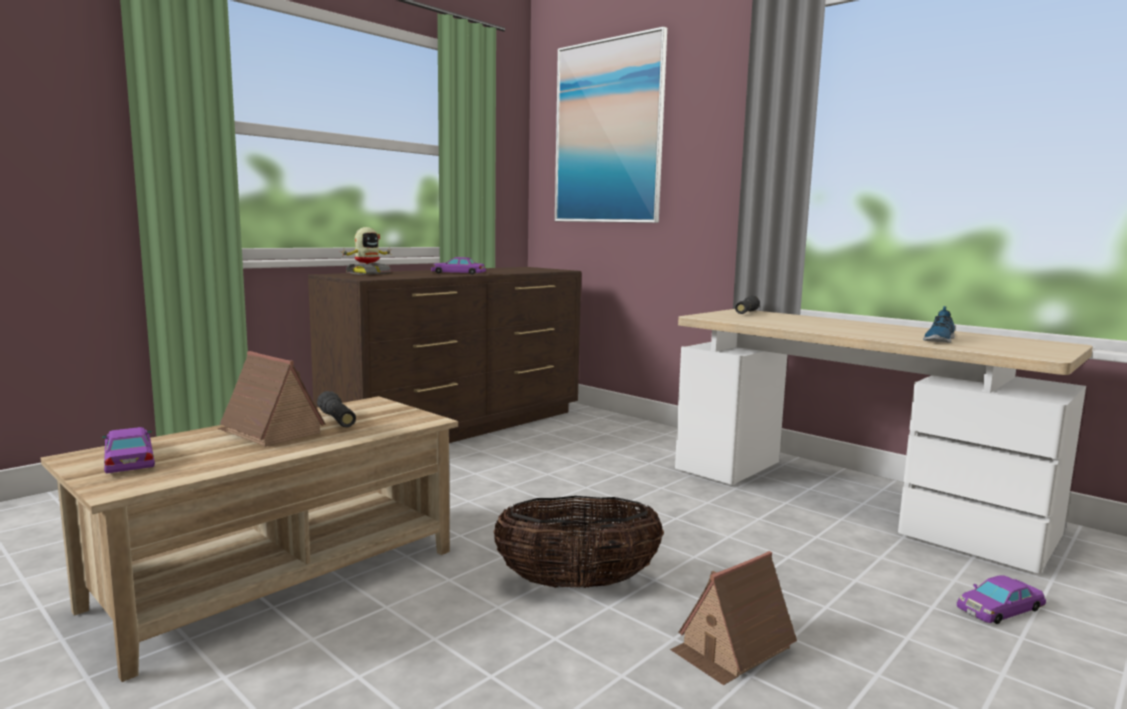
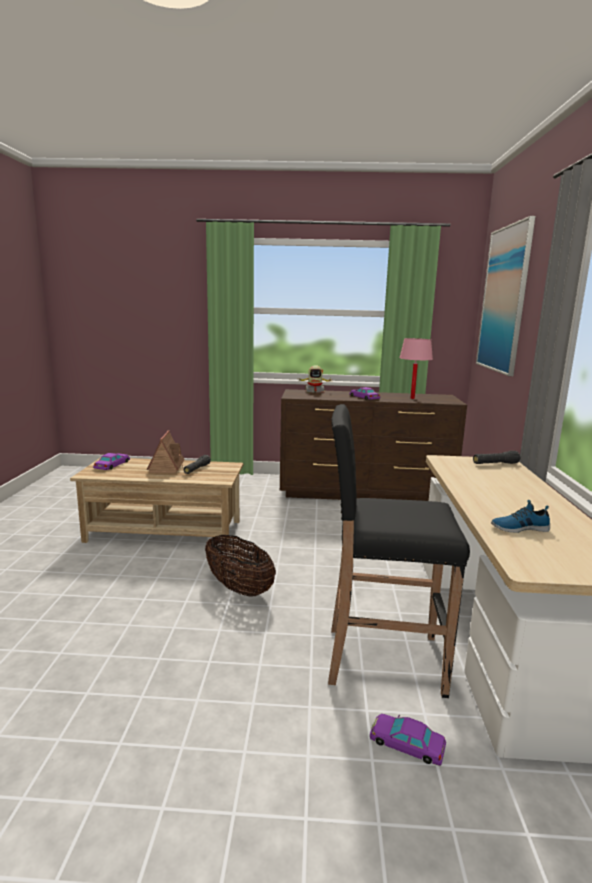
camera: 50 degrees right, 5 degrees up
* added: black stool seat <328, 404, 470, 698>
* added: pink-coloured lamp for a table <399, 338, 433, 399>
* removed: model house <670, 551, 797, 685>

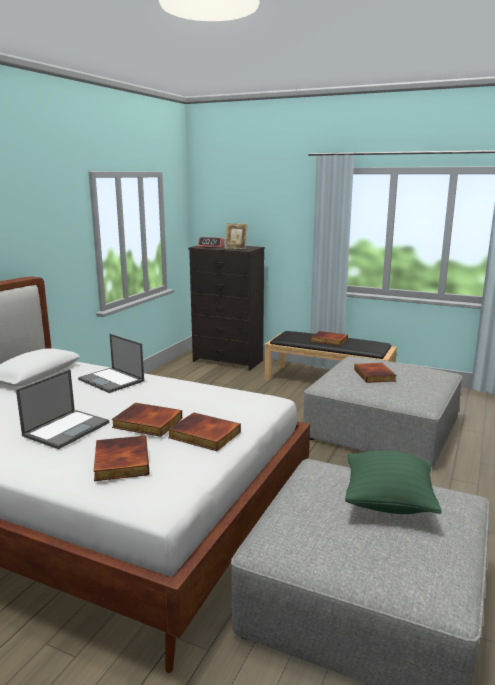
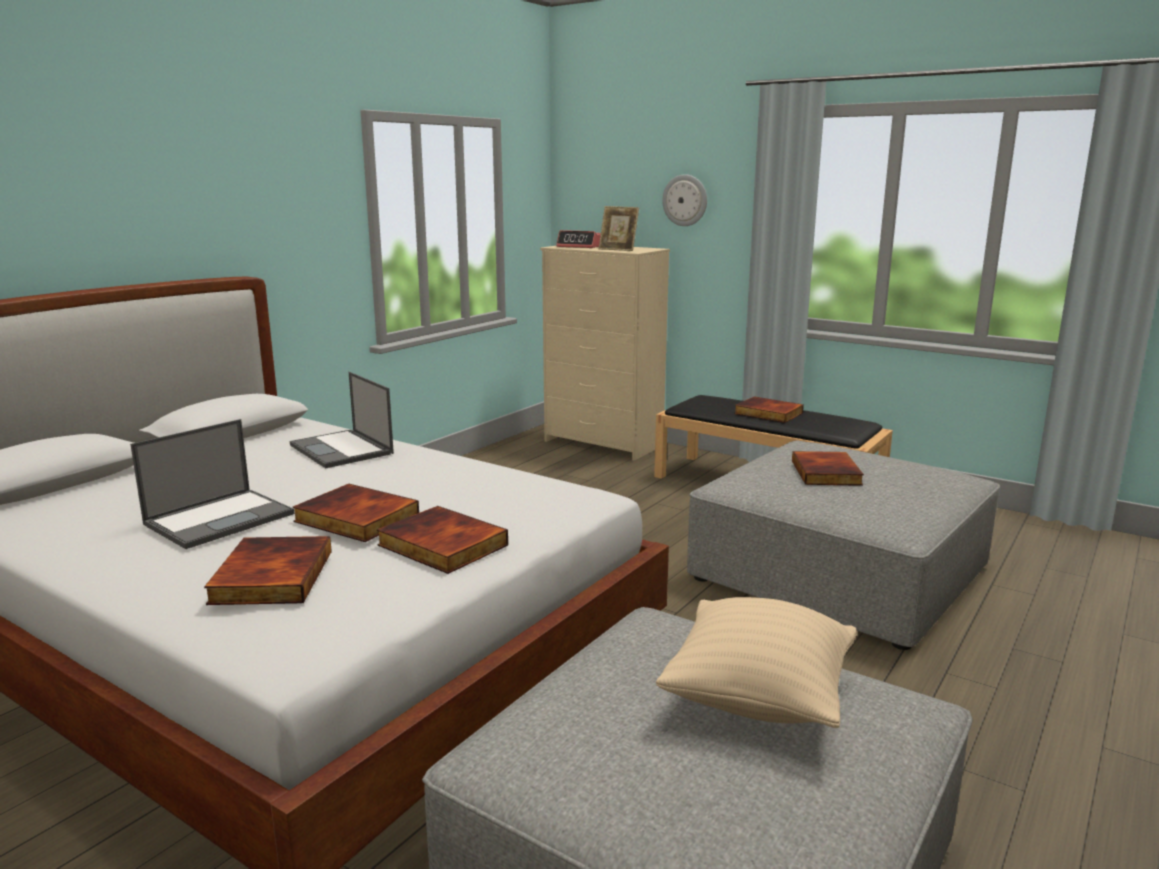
camera: 10 degrees right, 0 degrees up
* recoloured: black drawer chest <188, 245, 265, 371> to sand-coloured drawer chest <540, 246, 670, 461>
* recoloured: greenish pillow <345, 451, 442, 514> to sand-coloured pillow <656, 597, 857, 728>
* added: wall clock <662, 174, 707, 226>

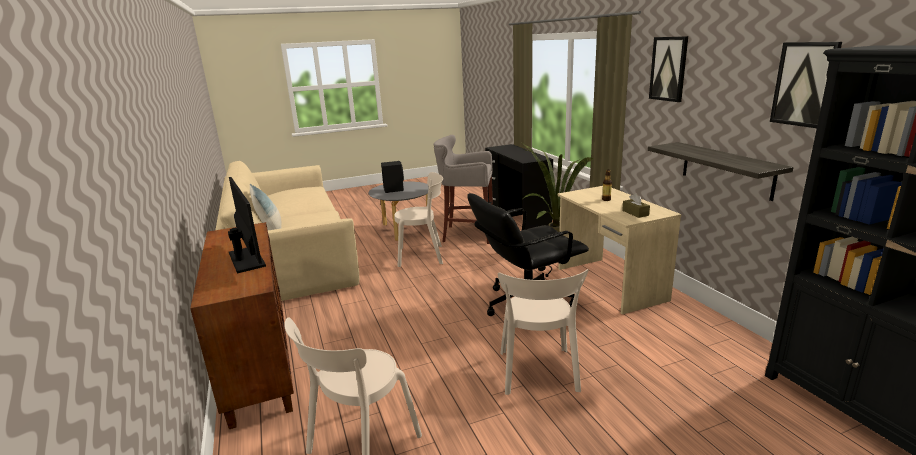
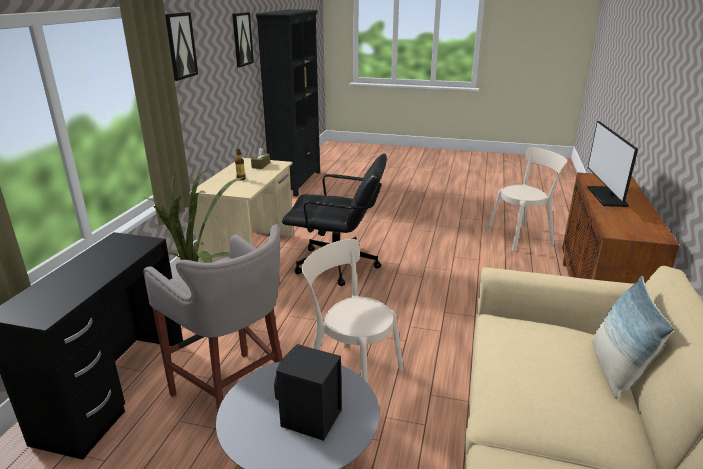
camera: 145 degrees left, 5 degrees up
* removed: sand-coloured chair <498, 269, 589, 395>
* removed: wall shelf <648, 142, 794, 201>

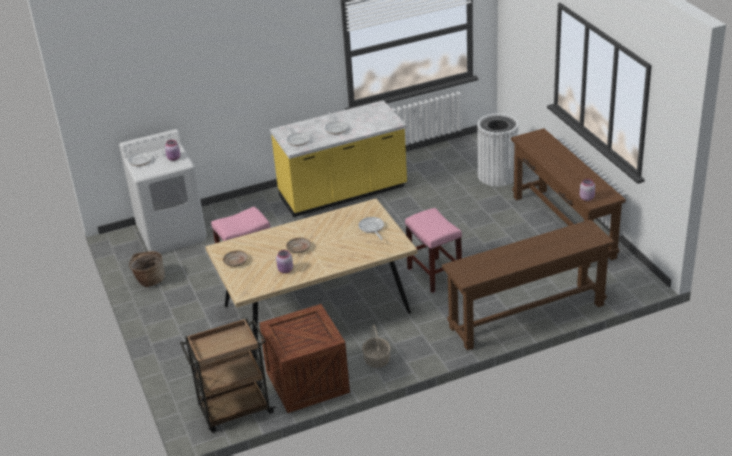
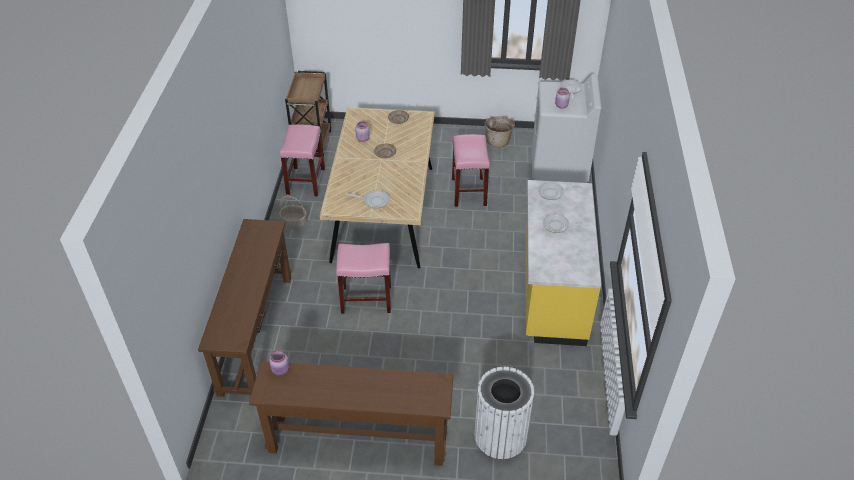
camera: 115 degrees right, 10 degrees up
* replaced: shipping crate <259, 304, 350, 413> to pink-coloured stool seat <280, 124, 325, 197>

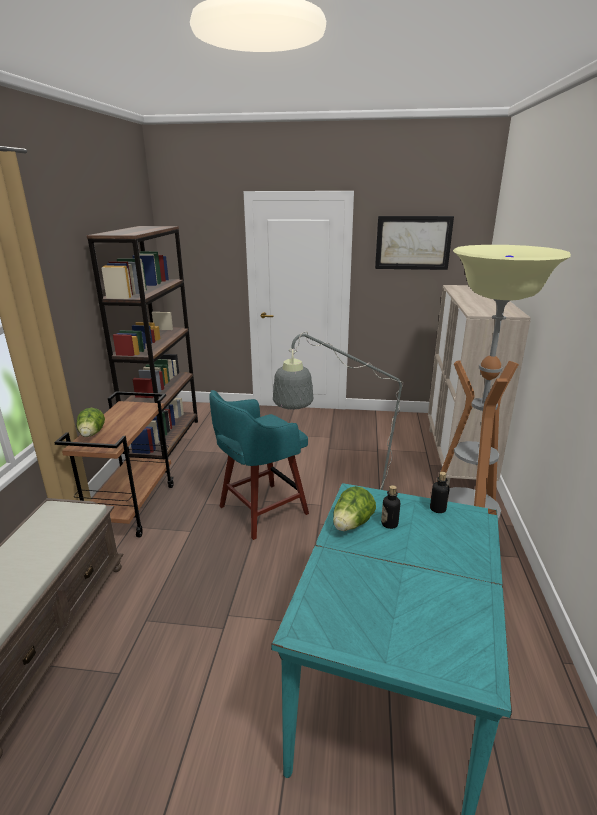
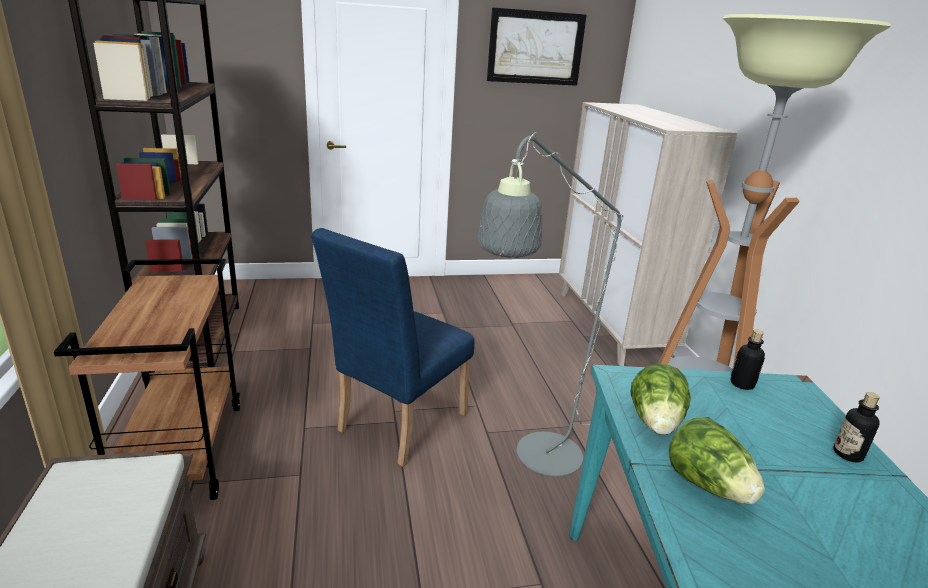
camera: 20 degrees left, 0 degrees up
* replaced: blue-green stool seat <209, 390, 309, 540> to bluish chair <311, 228, 475, 467>
* moved: head of lettuce <76, 408, 105, 437> to <669, 417, 765, 504>
* moved: beverage bottle <381, 485, 400, 529> to <833, 392, 880, 462>

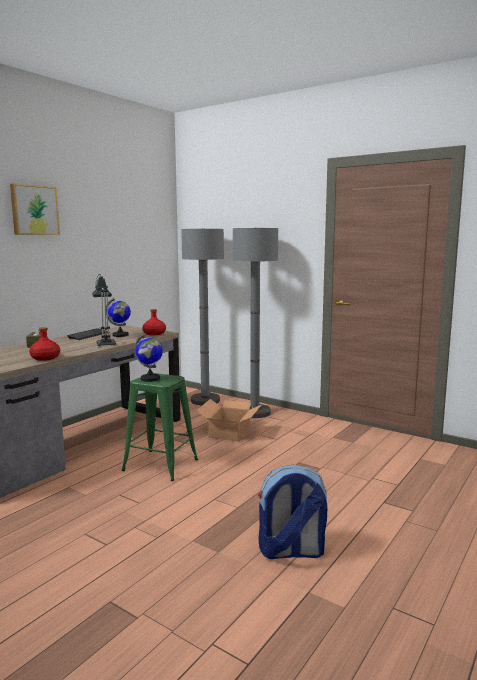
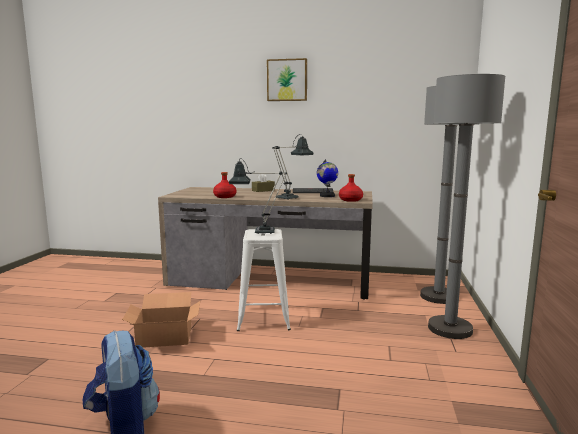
camera: 65 degrees right, 0 degrees up
* moved: carton <196, 399, 261, 441> to <122, 292, 200, 348>
* replaced: desk globe <135, 334, 163, 382> to lamp for a table <229, 158, 287, 234>
* recoloured: greenish stool seat <122, 373, 198, 481> to whitish stool seat <236, 229, 291, 331>

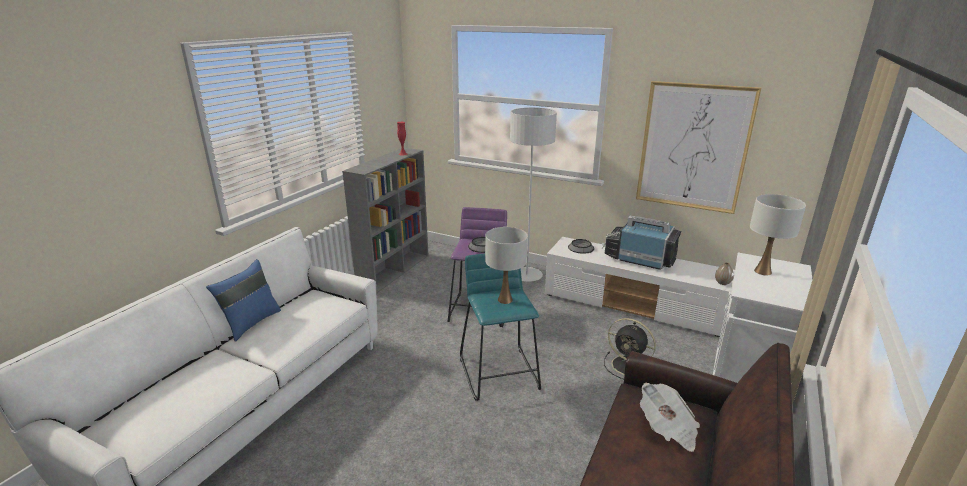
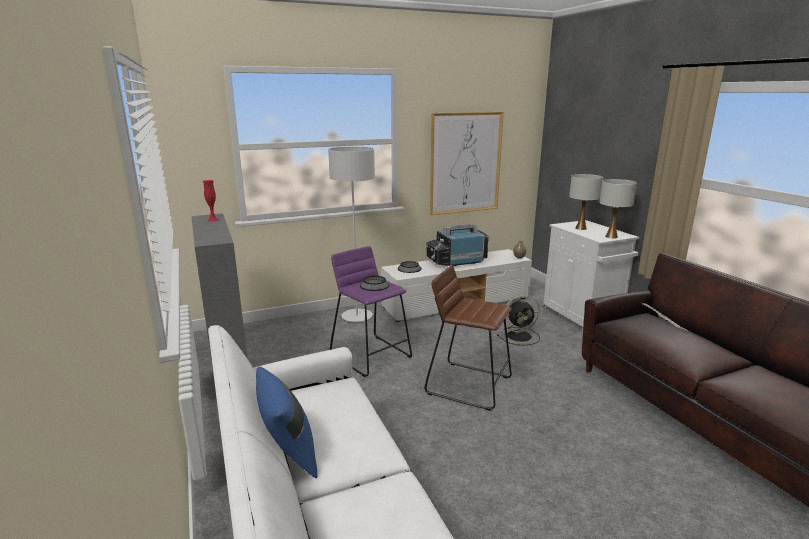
camera: 50 degrees left, 5 degrees down
* recoloured: blue-green stool seat <460, 254, 541, 401> to brown-coloured stool seat <425, 265, 512, 411>
* moved: whitish lamp for a table <485, 227, 528, 304> to <600, 179, 637, 239>

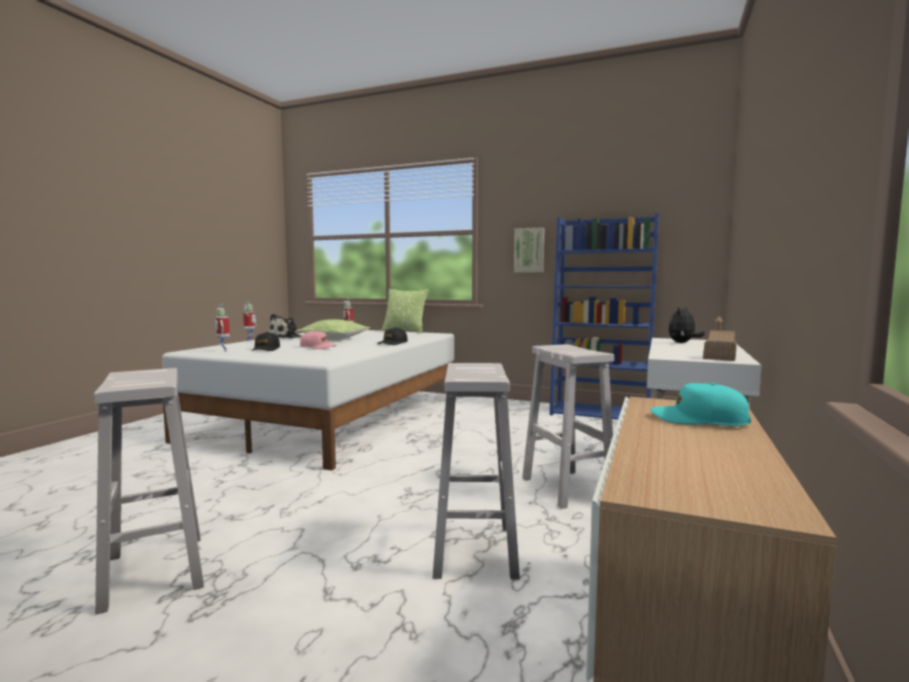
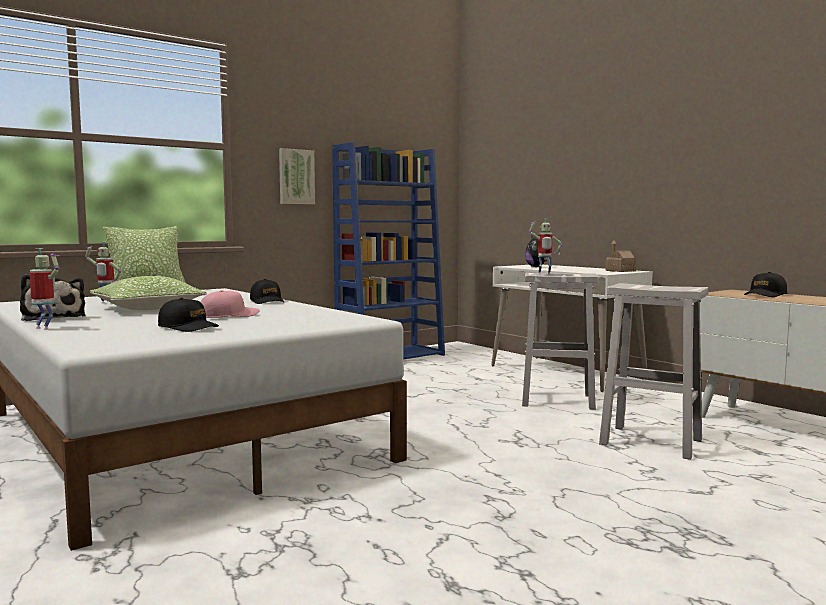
camera: 60 degrees left, 0 degrees up
* moved: toy robot <215, 304, 230, 352> to <529, 219, 562, 275>
* recoloured: blue-green baseball cap <651, 383, 751, 426> to black baseball cap <744, 272, 787, 297>
* removed: whitish stool seat <94, 368, 204, 614>

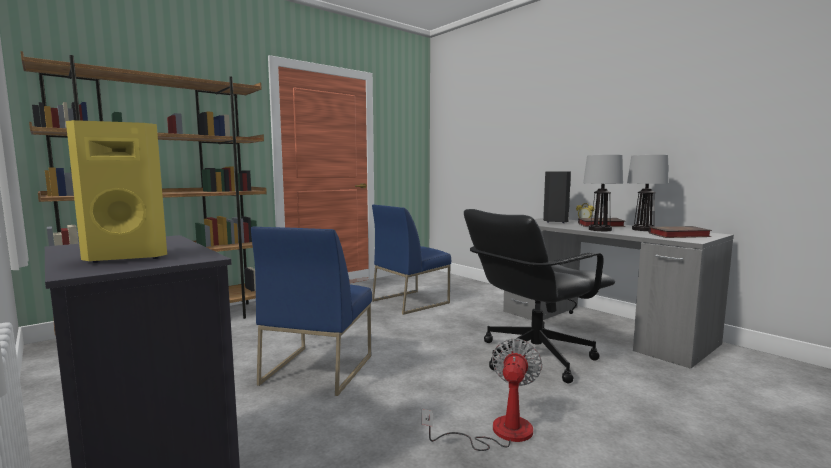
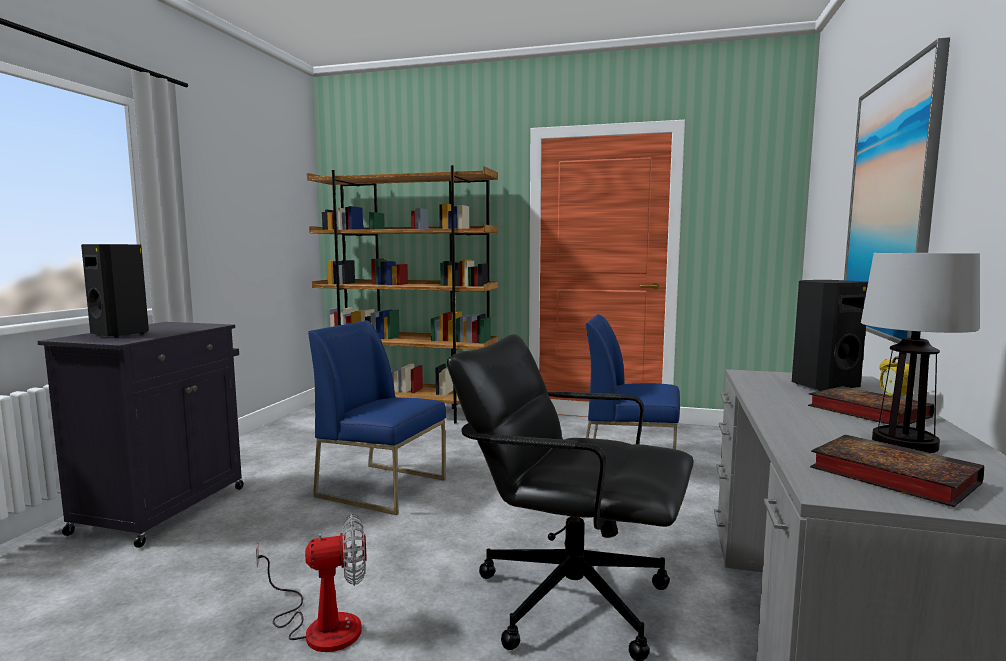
camera: 55 degrees right, 0 degrees up
* recoloured: yellow-coloured speaker <66, 120, 167, 263> to black speaker <81, 244, 149, 338>
* turned: bluish chair <251, 226, 372, 396> = <308, 320, 446, 515> 45 degrees clockwise
* added: picture <844, 37, 950, 344>
* removed: lamp for a table <583, 155, 623, 231>

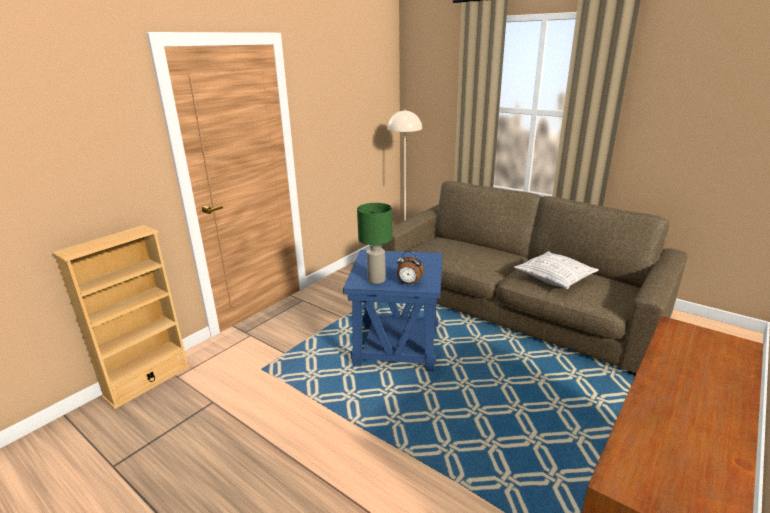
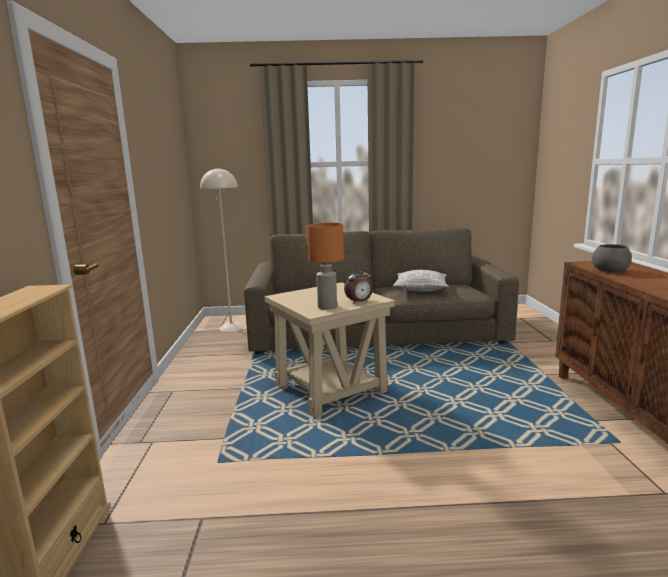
camera: 40 degrees left, 10 degrees down
* recoloured: bluish end table <343, 250, 443, 371> to sand-coloured end table <264, 282, 395, 417>
* recoloured: greenish lamp for a table <357, 203, 392, 284> to orange lamp for a table <306, 223, 344, 310>
* added: grey deep dish <592, 244, 632, 272>

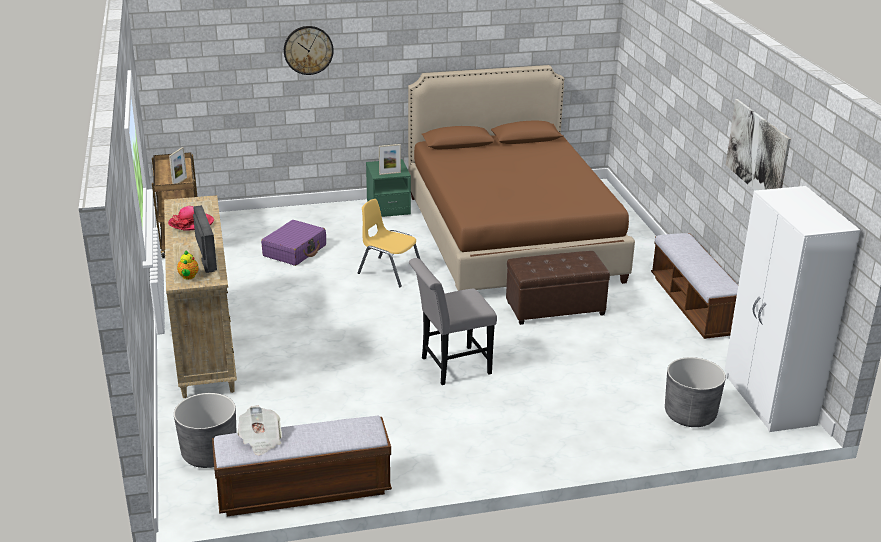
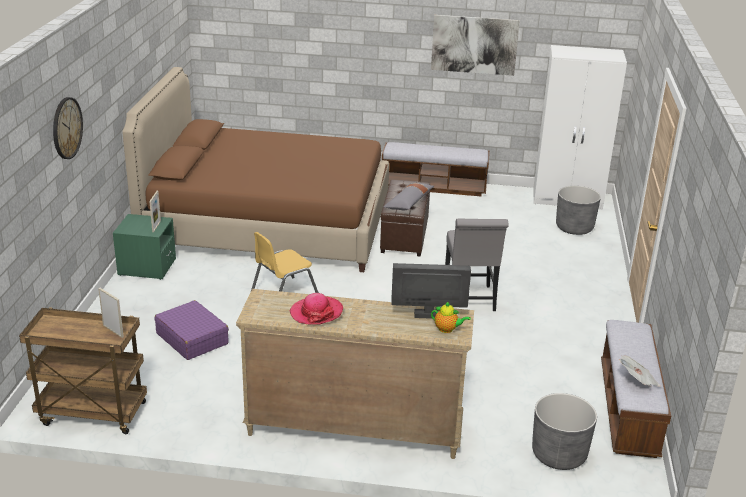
camera: 70 degrees left, 0 degrees up
* added: grey pillow <383, 183, 434, 210>

